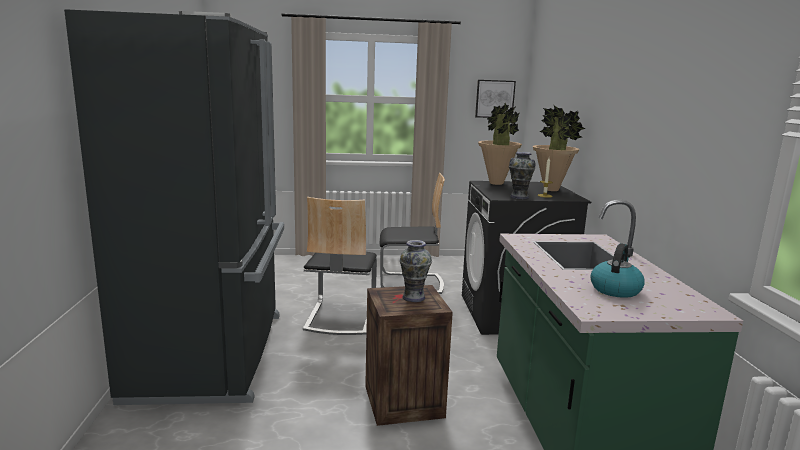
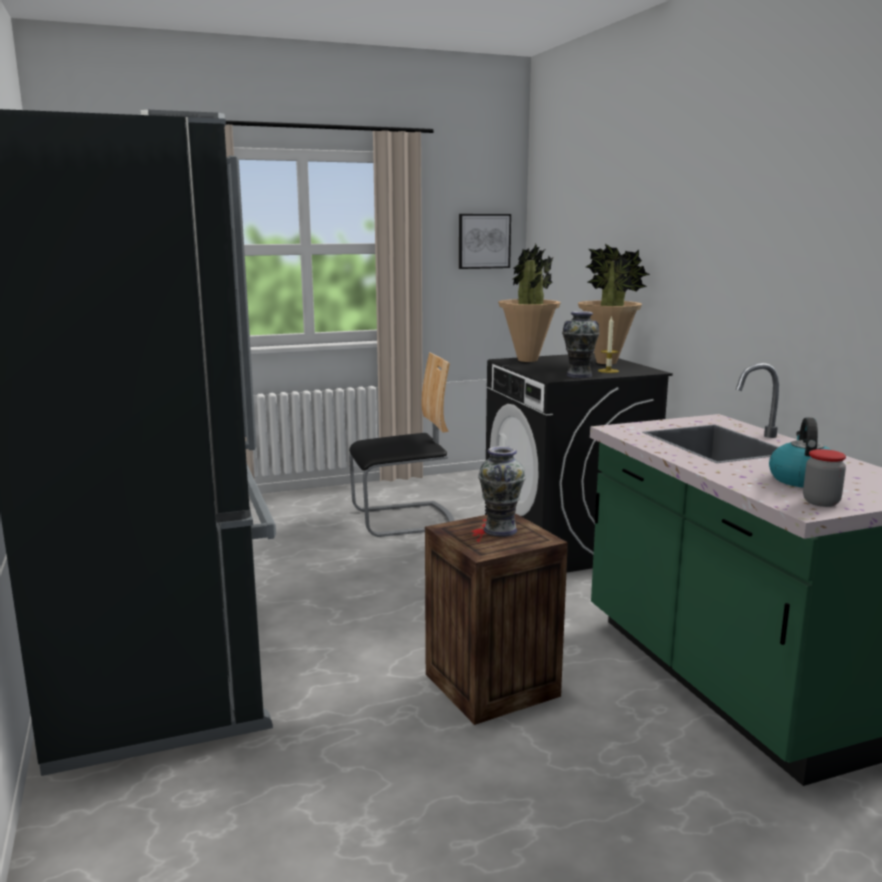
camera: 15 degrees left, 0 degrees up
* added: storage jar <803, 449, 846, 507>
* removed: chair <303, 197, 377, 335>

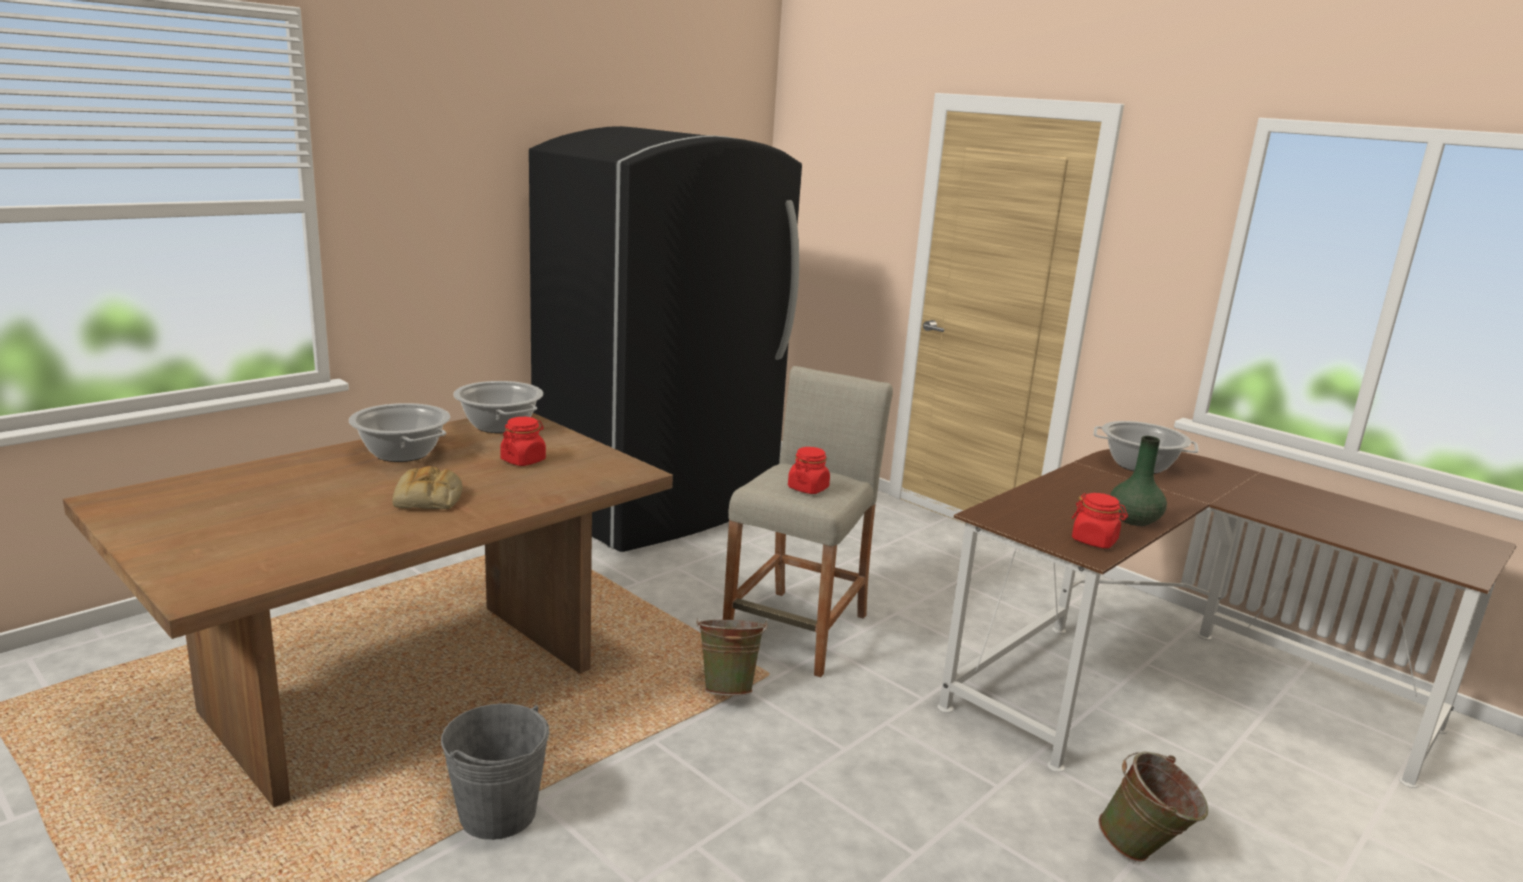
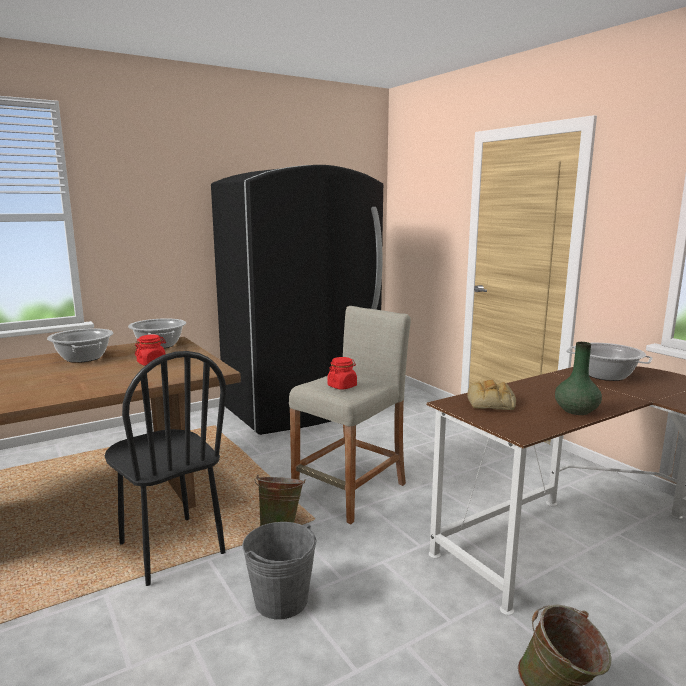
camera: 15 degrees right, 5 degrees down
* added: black chair <105, 351, 226, 586>
* moved: grey bucket <441, 703, 549, 840> to <242, 522, 316, 619>
* moved: bakery bread <392, 466, 463, 509> to <468, 380, 516, 410>
* removed: reddish storage jar <1072, 493, 1128, 548>

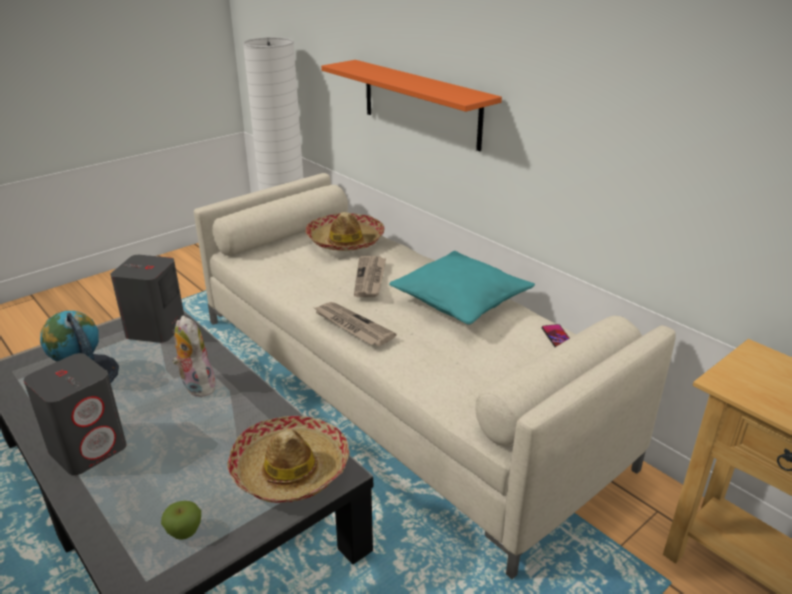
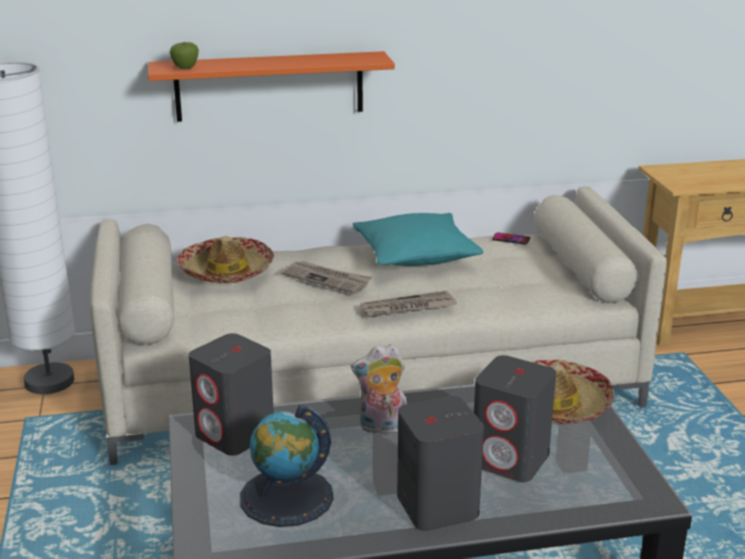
camera: 60 degrees left, 5 degrees down
* moved: apple <161, 501, 201, 540> to <170, 42, 199, 69>
* added: grey speaker <474, 355, 556, 482>

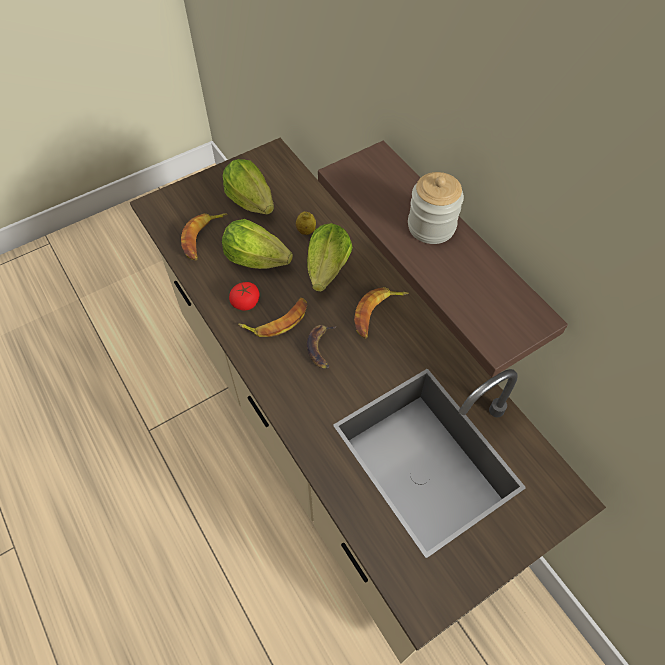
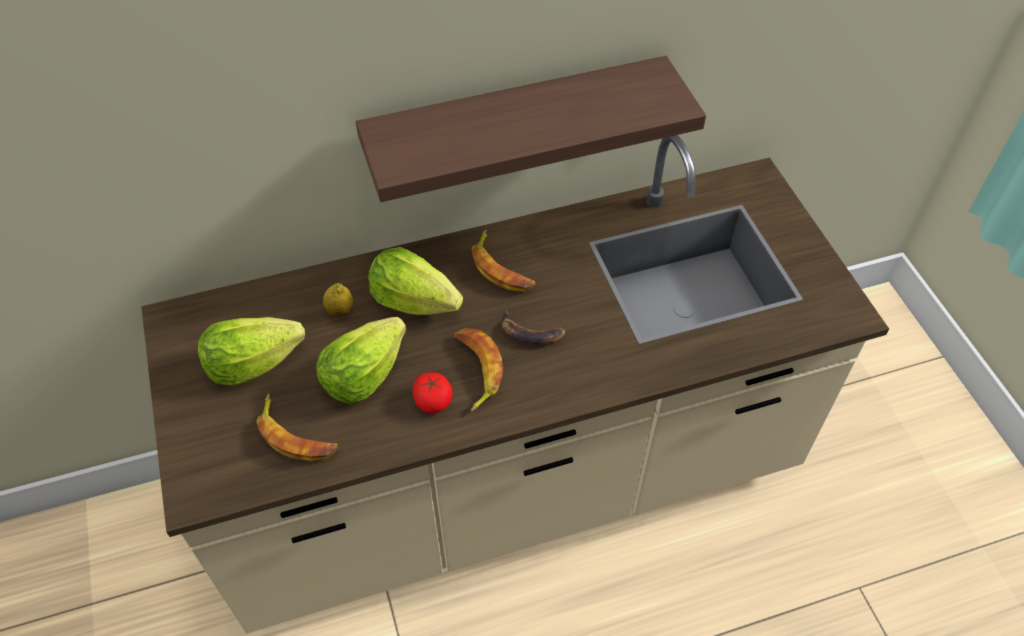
camera: 75 degrees left, 5 degrees down
* removed: storage jar <408, 172, 464, 244>

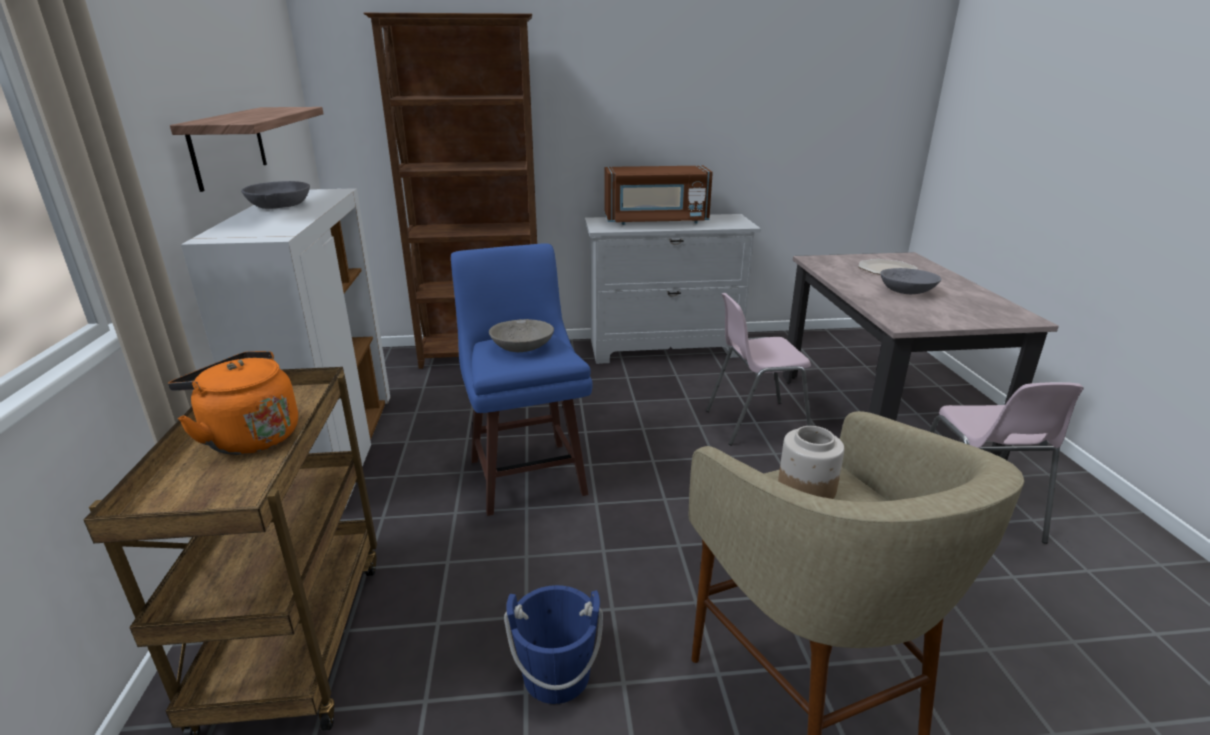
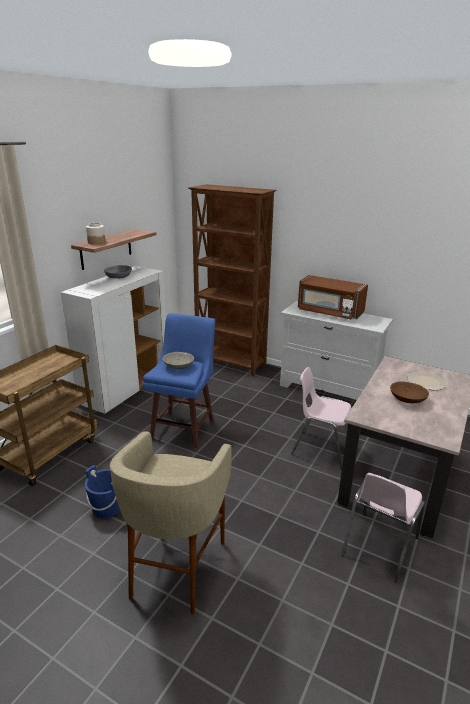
camera: 35 degrees right, 0 degrees up
* moved: storage jar <778, 426, 844, 499> to <86, 222, 106, 245>
* recoloured: grey deep dish <880, 268, 941, 294> to brown-coloured deep dish <390, 381, 429, 403>
* removed: orange kettle <168, 351, 298, 455>

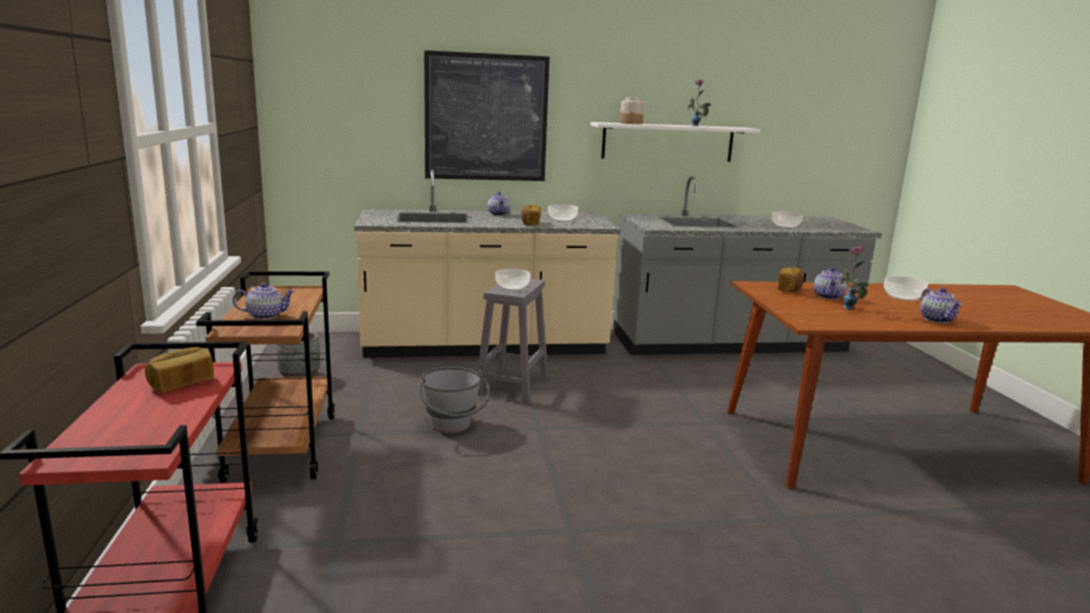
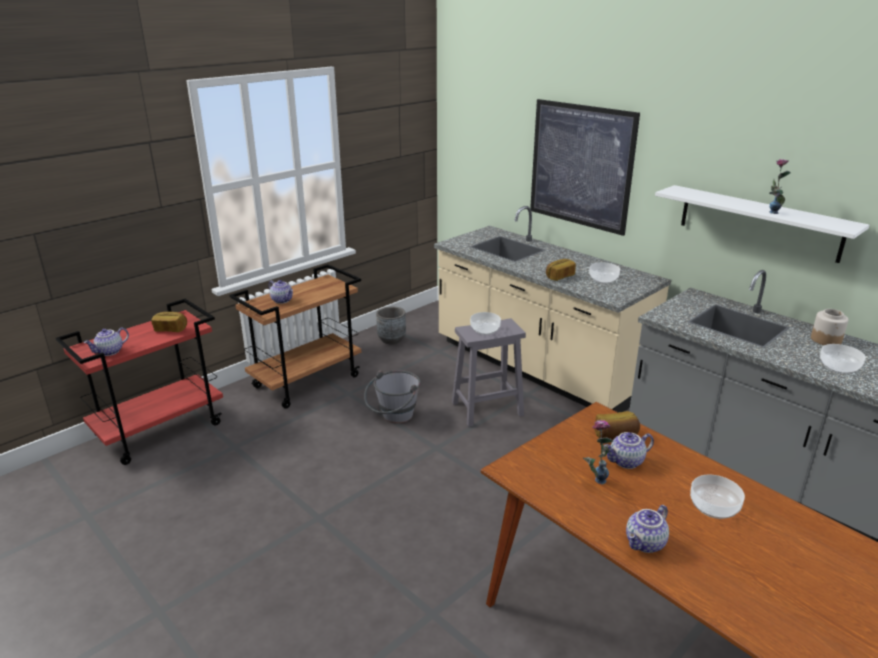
camera: 55 degrees right, 10 degrees up
* moved: teapot <488, 192, 510, 216> to <84, 328, 129, 356>
* moved: storage jar <620, 97, 644, 124> to <811, 309, 849, 345>

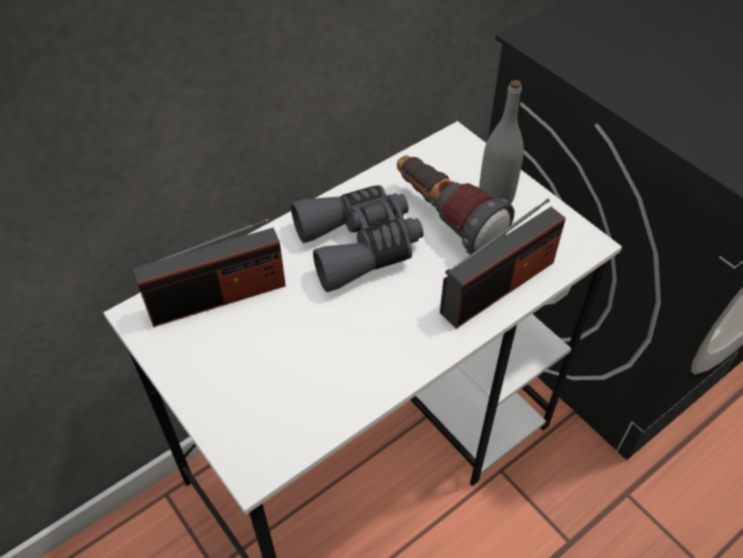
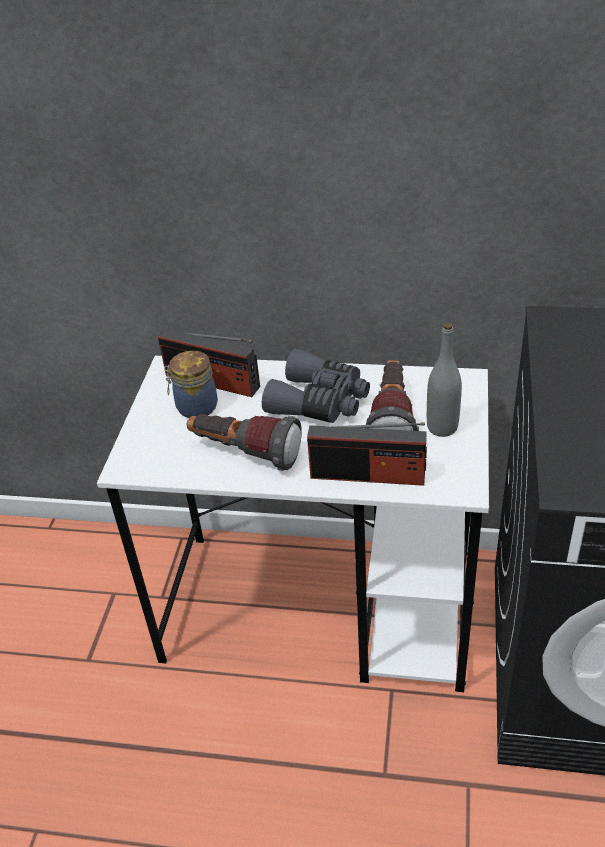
camera: 50 degrees right, 10 degrees down
* added: storage jar <164, 351, 218, 418>
* added: hand torch <187, 414, 302, 471>

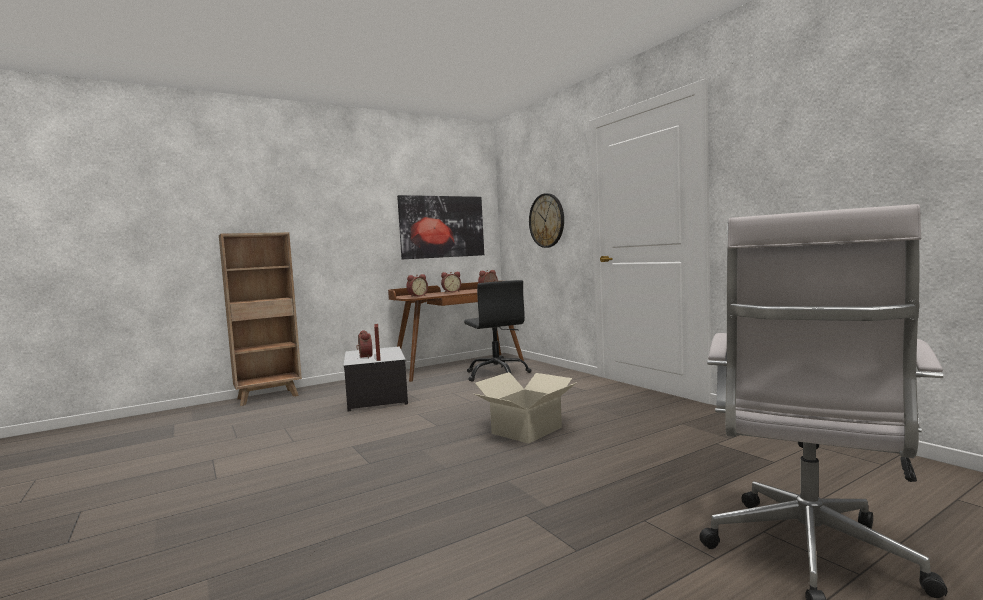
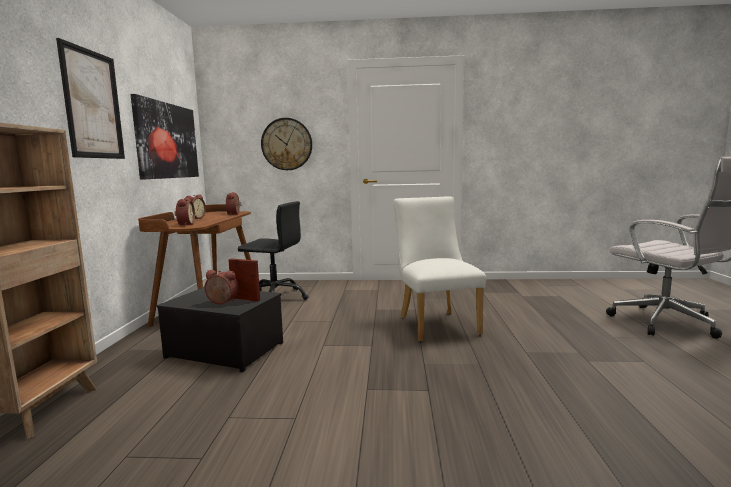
camera: 55 degrees left, 5 degrees up
* added: picture <56, 38, 125, 159>
* replaced: carton <475, 372, 576, 444> to whitish chair <394, 197, 486, 342>

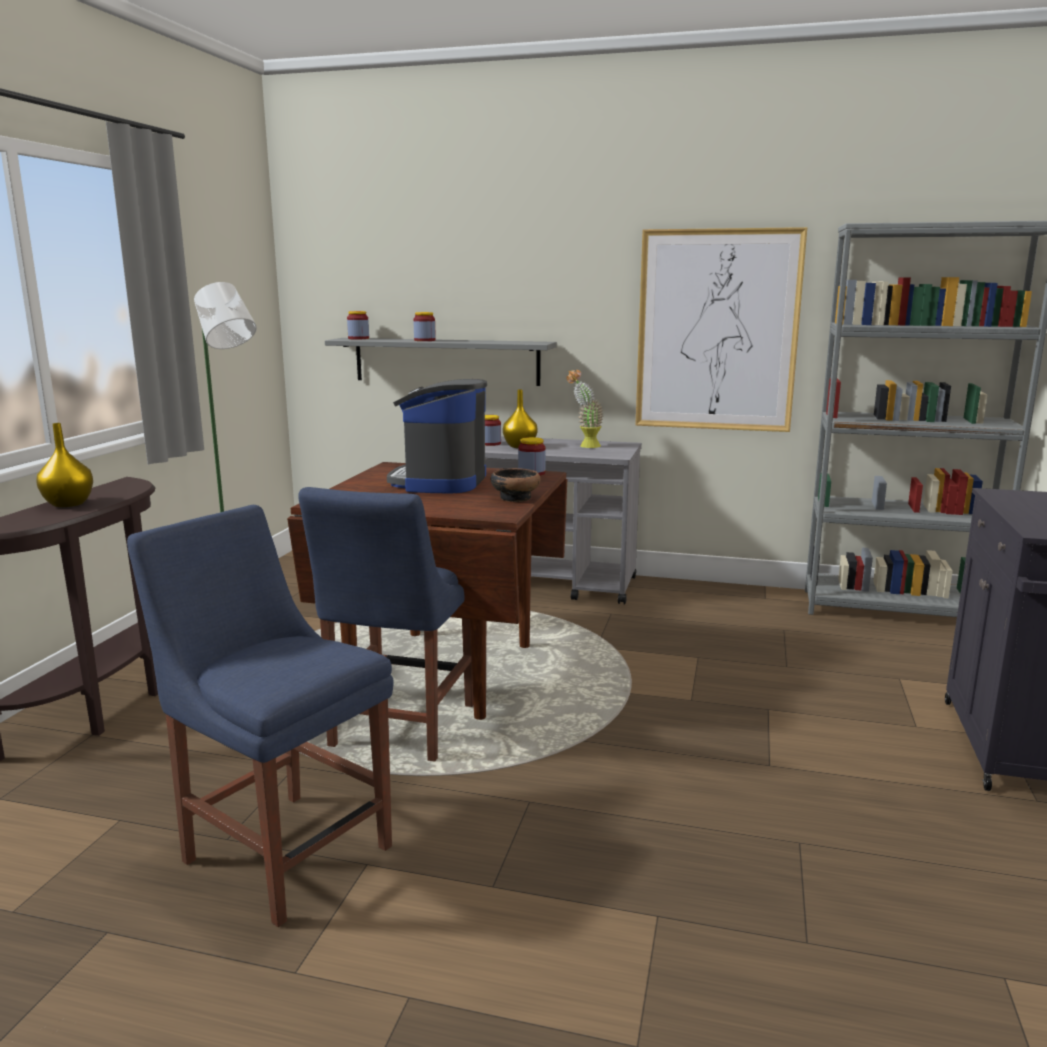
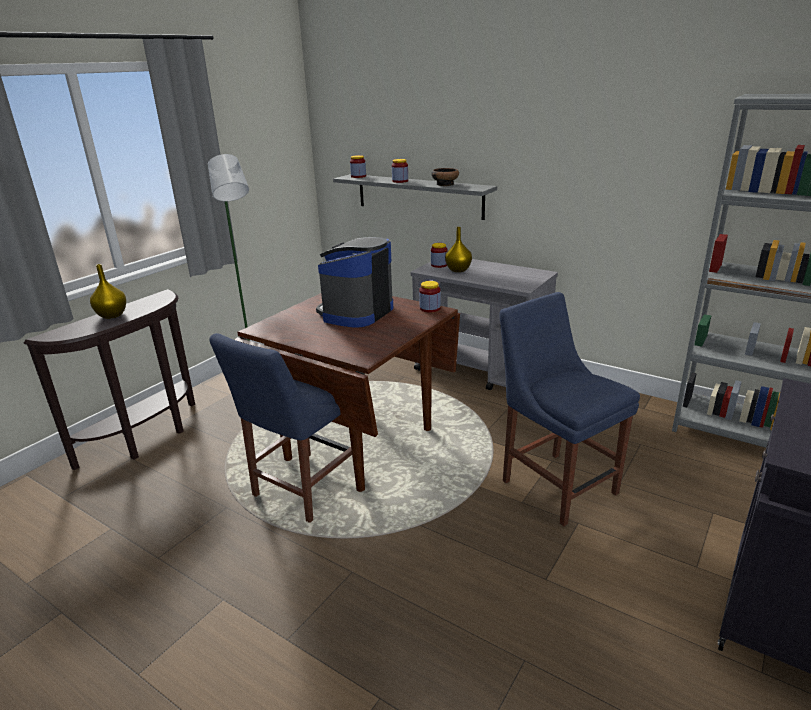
camera: 20 degrees right, 10 degrees up
* moved: deep dish <491, 468, 541, 502> to <431, 168, 459, 186>
* moved: bluish chair <127, 505, 394, 927> to <499, 292, 640, 526>
* removed: potted plant <566, 370, 604, 448>
* removed: picture <635, 227, 807, 432>

